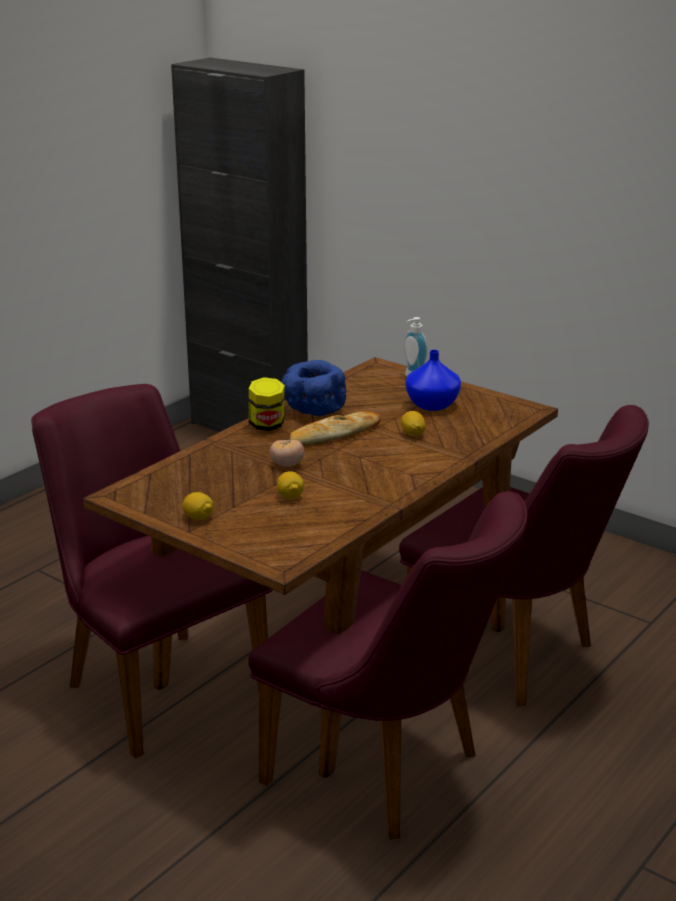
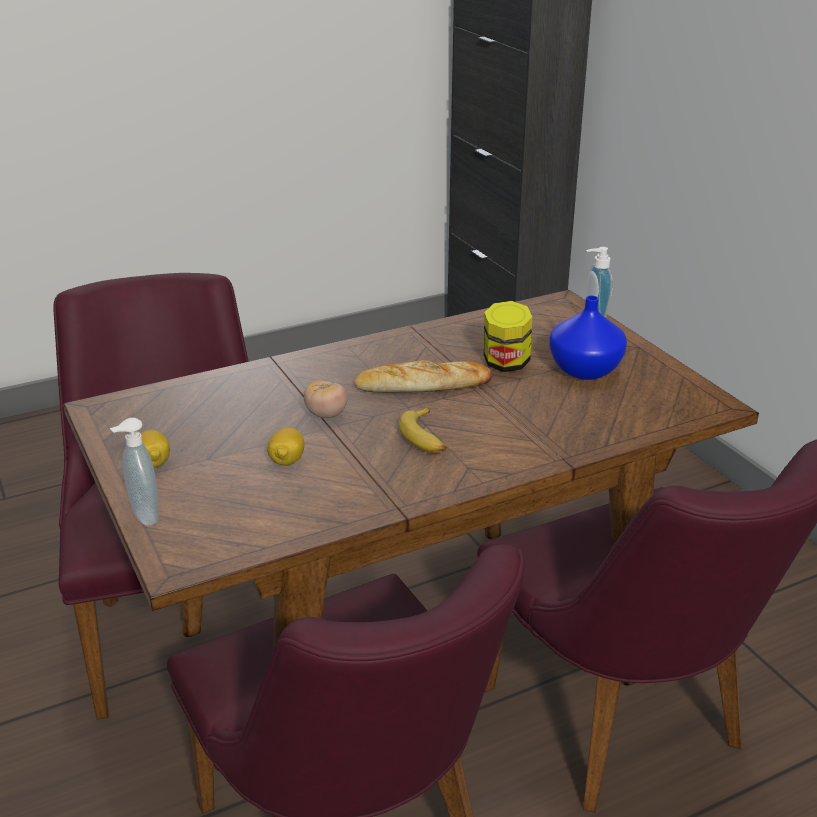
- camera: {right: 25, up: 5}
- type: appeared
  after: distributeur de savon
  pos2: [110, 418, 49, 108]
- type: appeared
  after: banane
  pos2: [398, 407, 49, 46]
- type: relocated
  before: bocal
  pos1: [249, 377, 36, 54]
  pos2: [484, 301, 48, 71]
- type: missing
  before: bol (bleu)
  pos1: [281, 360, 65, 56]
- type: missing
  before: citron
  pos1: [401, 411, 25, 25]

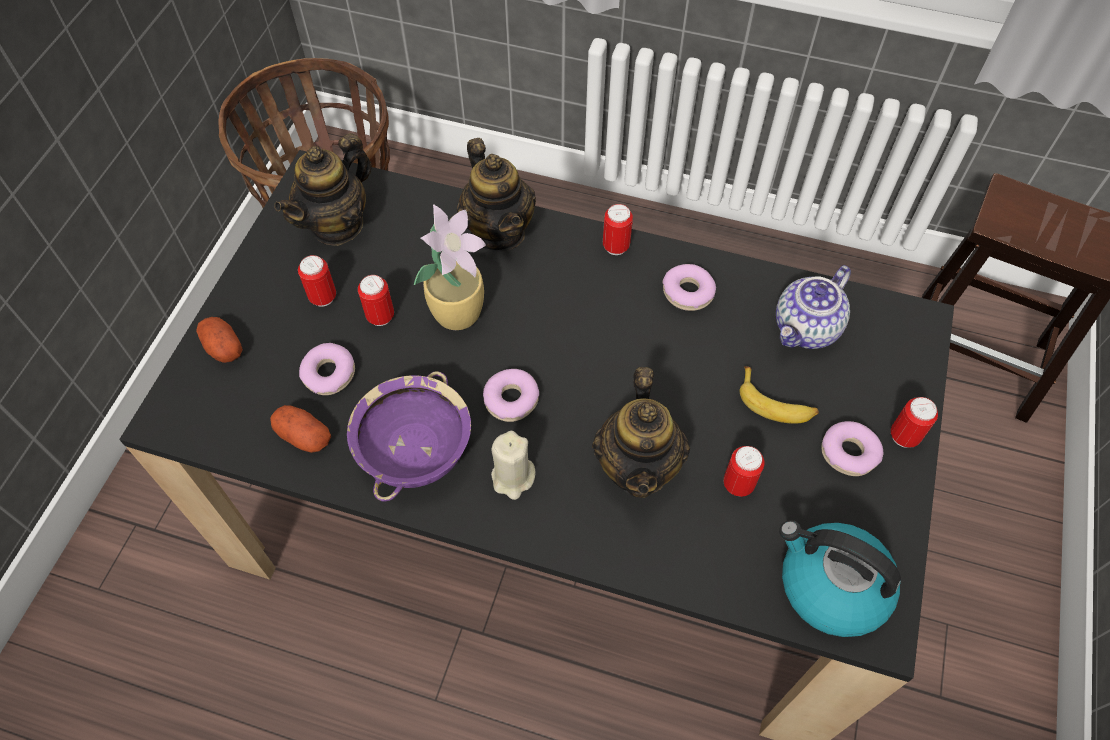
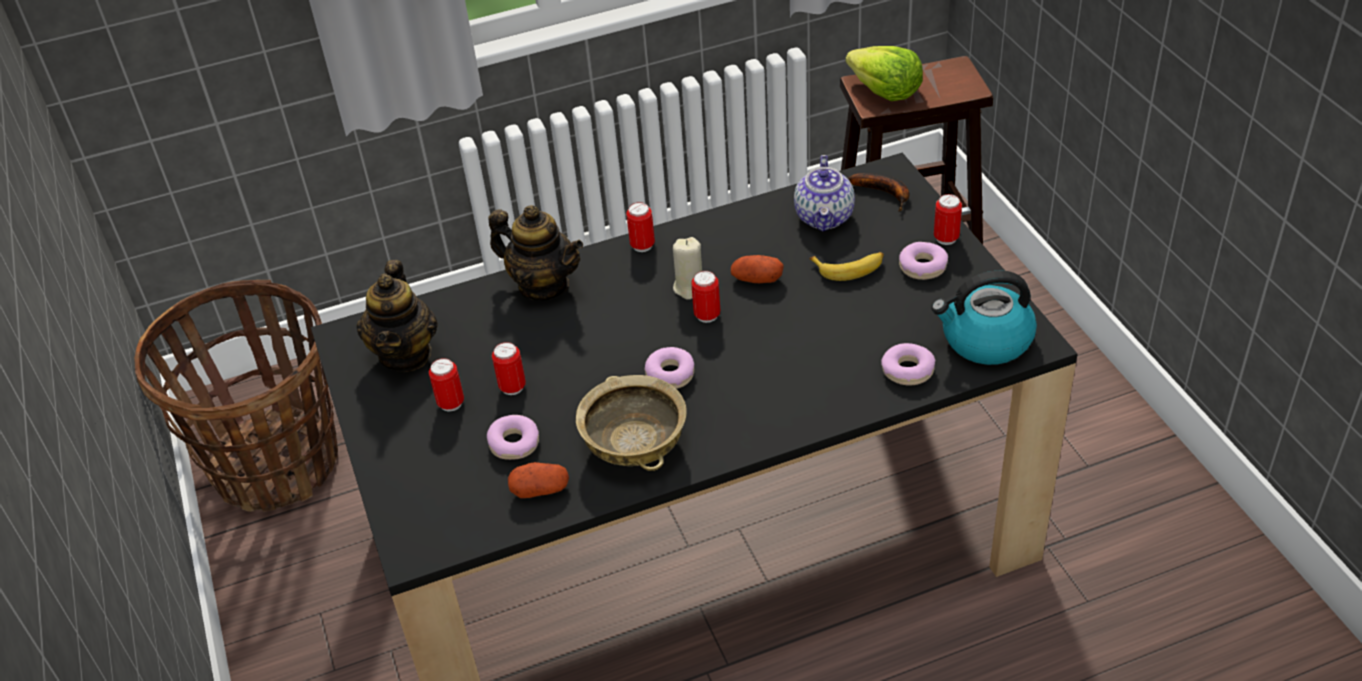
- camera: {right: -35, up: -15}
- type: colour
  before: bol (violet)
  after: bol (beige)
  pos1: [347, 371, 124, 131]
  pos2: [576, 375, 111, 96]
- type: relocated
  before: bougie (beige)
  pos1: [491, 431, 45, 69]
  pos2: [673, 237, 29, 63]
- type: relocated
  before: boîte métallique
  pos1: [723, 446, 41, 51]
  pos2: [691, 271, 29, 52]
- type: relocated
  before: pomme de terre
  pos1: [196, 317, 47, 46]
  pos2: [731, 255, 53, 28]
- type: appeared
  after: laitue
  pos2: [846, 46, 77, 55]
- type: appeared
  after: banane
  pos2: [848, 173, 61, 38]
- type: relocated
  before: beignet
  pos1: [663, 264, 53, 47]
  pos2: [881, 343, 54, 43]
- type: missing
  before: plante en pot
  pos1: [414, 204, 72, 126]
- type: missing
  before: théière
  pos1: [592, 367, 98, 131]

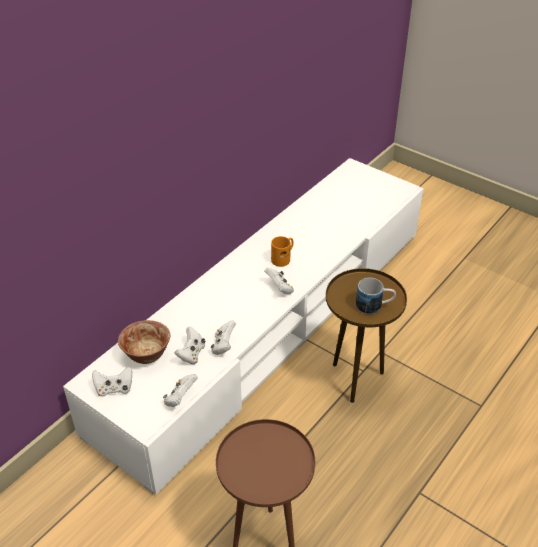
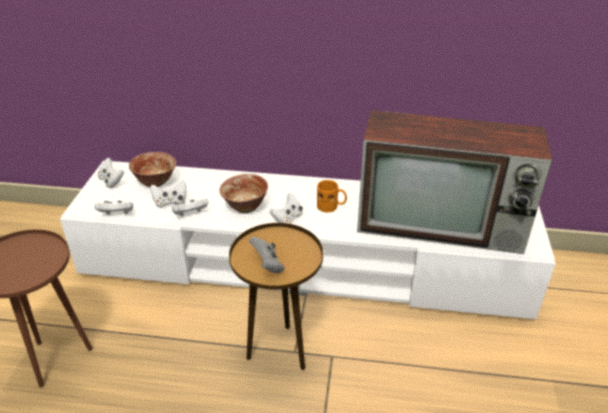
- camera: {right: 60, up: -5}
- type: appeared
  after: bol
  pos2: [219, 174, 49, 39]
- type: exchanged
  before: mug
  after: manette (gris)
  pos1: [356, 278, 40, 36]
  pos2: [249, 237, 36, 36]
- type: appeared
  after: téléviseur
  pos2: [357, 110, 195, 144]

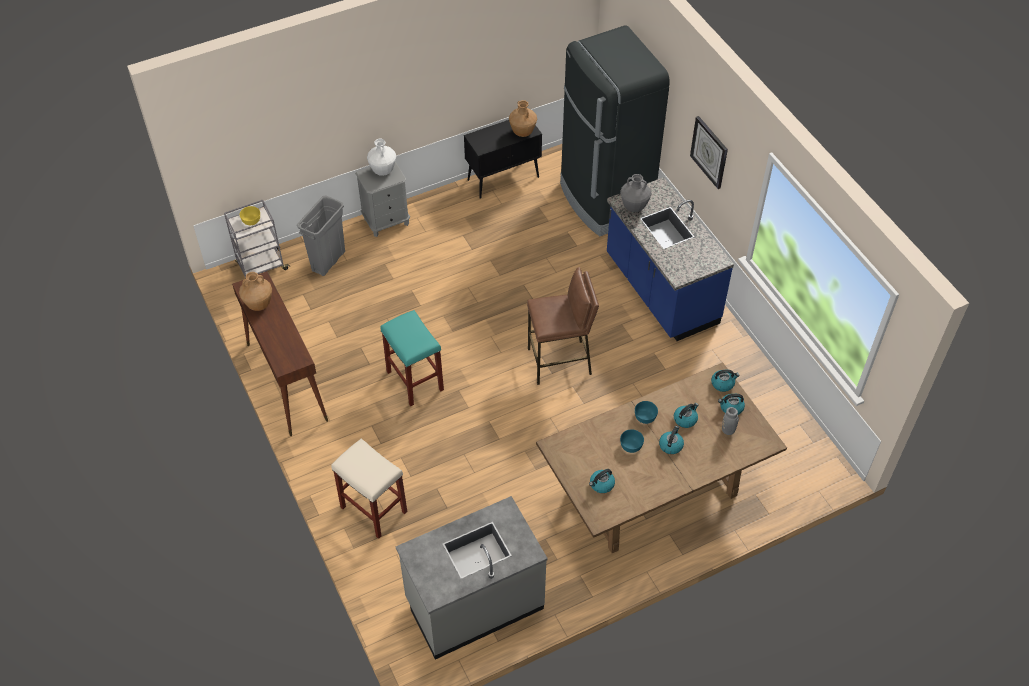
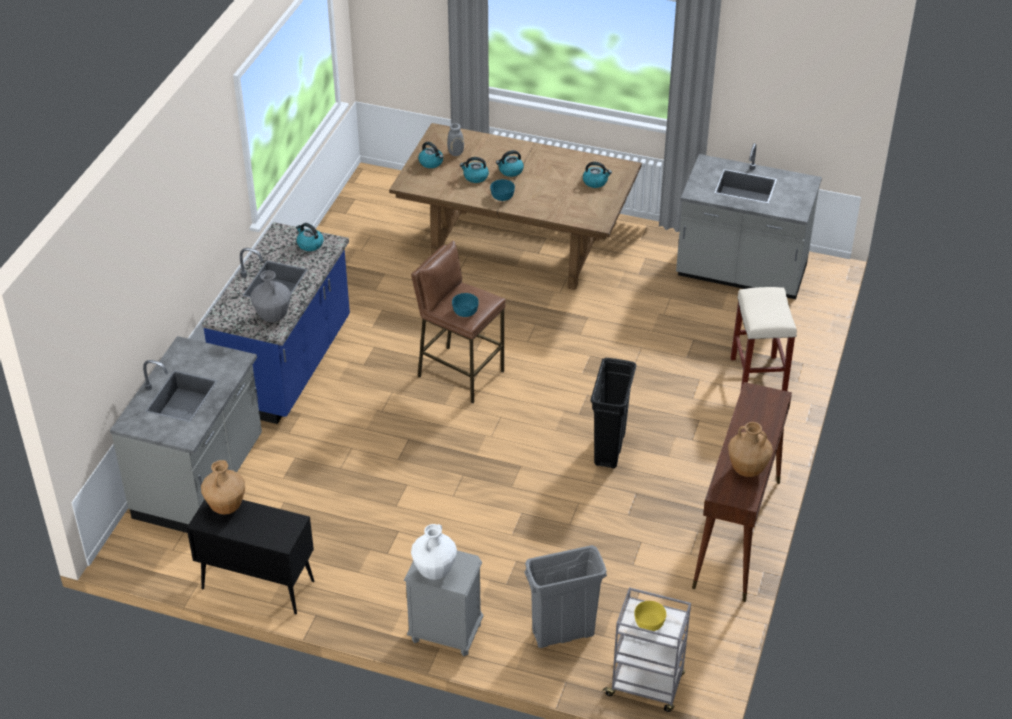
- camera: {right: -135, up: -10}
- type: exchanged
  before: réfrigérateur (noir)
  after: comptoir de cuisine (gris)
  pos1: [560, 26, 110, 210]
  pos2: [110, 336, 152, 197]
- type: relocated
  before: bouilloire
  pos1: [711, 369, 29, 23]
  pos2: [296, 223, 28, 28]
- type: relocated
  before: bol (turquoise)
  pos1: [620, 429, 24, 24]
  pos2: [452, 293, 27, 24]
- type: exchanged
  before: tabouret (turquoise)
  after: poubelle (noir)
  pos1: [380, 310, 64, 96]
  pos2: [591, 358, 46, 111]
- type: missing
  before: horloge murale
  pos1: [690, 116, 38, 73]

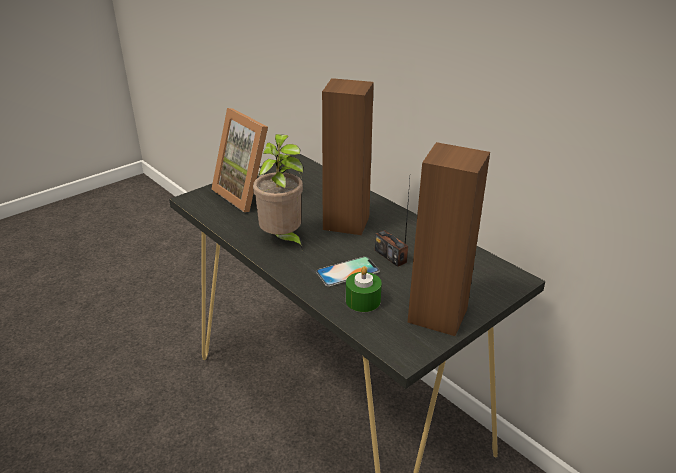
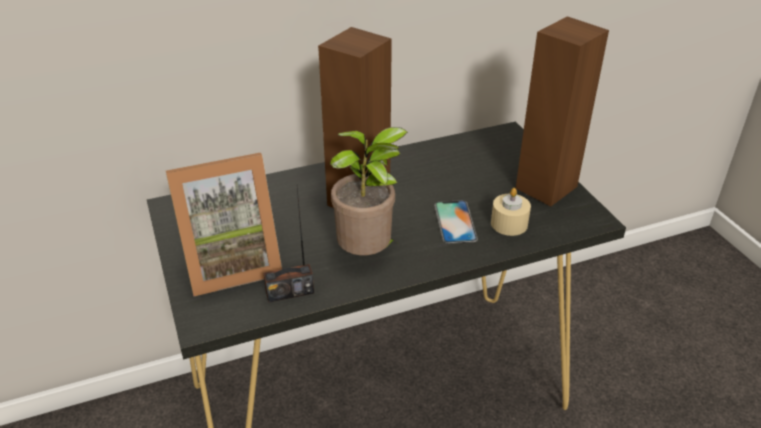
- camera: {right: -70, up: 5}
- type: relocated
  before: radio
  pos1: [375, 180, 35, 87]
  pos2: [264, 188, 50, 114]
- type: colour
  before: bougie (vert)
  after: bougie (beige)
  pos1: [346, 266, 36, 46]
  pos2: [491, 188, 40, 48]

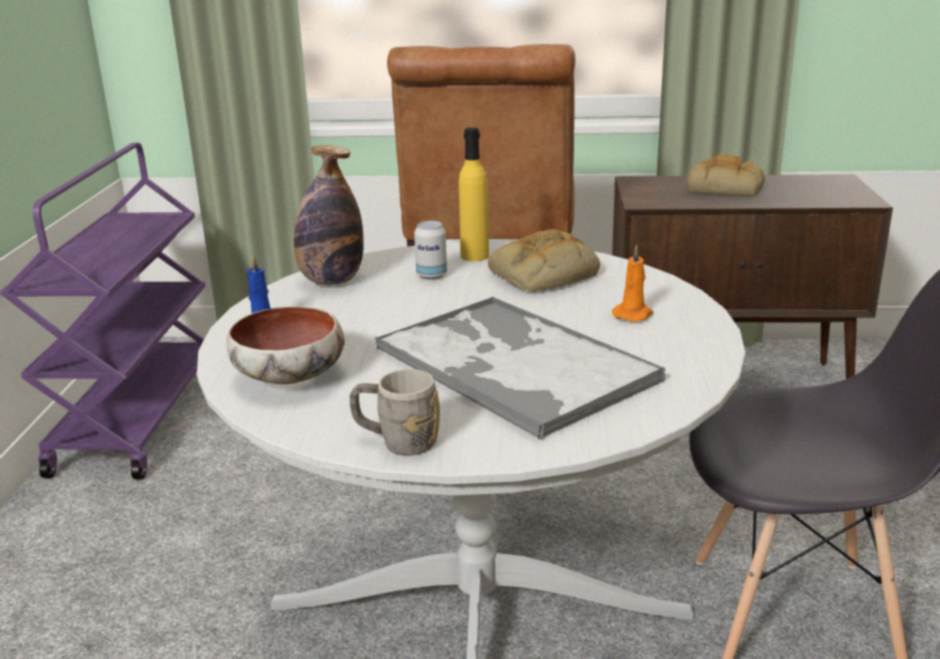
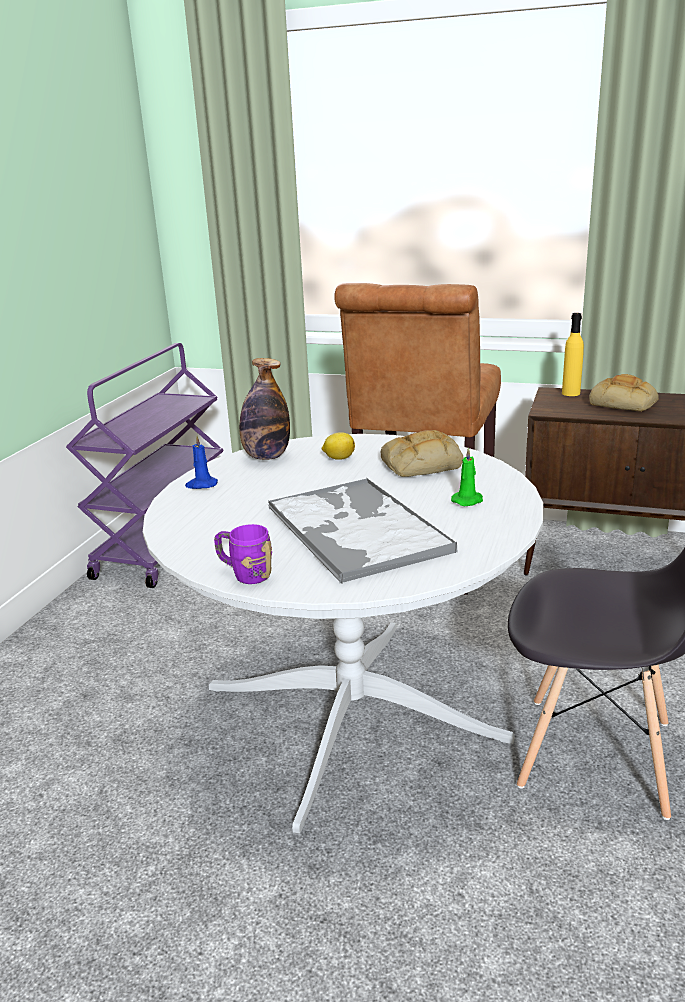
- camera: {right: 15, up: 0}
- type: colour
  before: mug (gris)
  after: mug (violet)
  pos1: [350, 369, 90, 86]
  pos2: [214, 524, 58, 60]
- type: exchanged
  before: boîte métallique
  after: citron
  pos1: [414, 221, 33, 59]
  pos2: [322, 432, 33, 28]
- type: colour
  before: bougie (orange)
  after: bougie (vert)
  pos1: [612, 244, 41, 78]
  pos2: [451, 447, 32, 59]
- type: relocated
  before: bouteille (jaune)
  pos1: [459, 127, 30, 134]
  pos2: [562, 313, 22, 83]
- type: missing
  before: bol
  pos1: [226, 306, 119, 78]

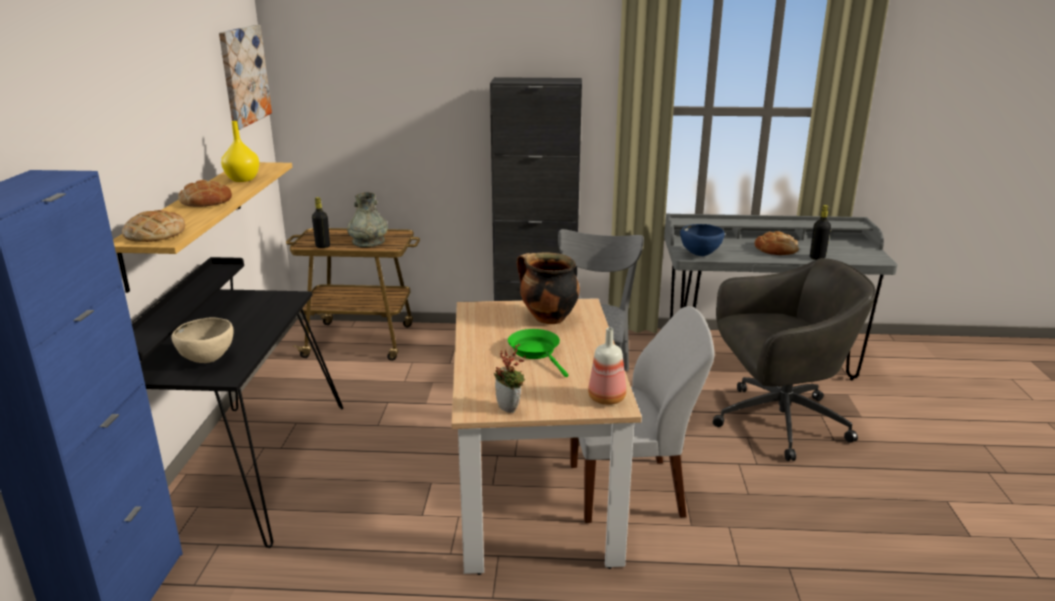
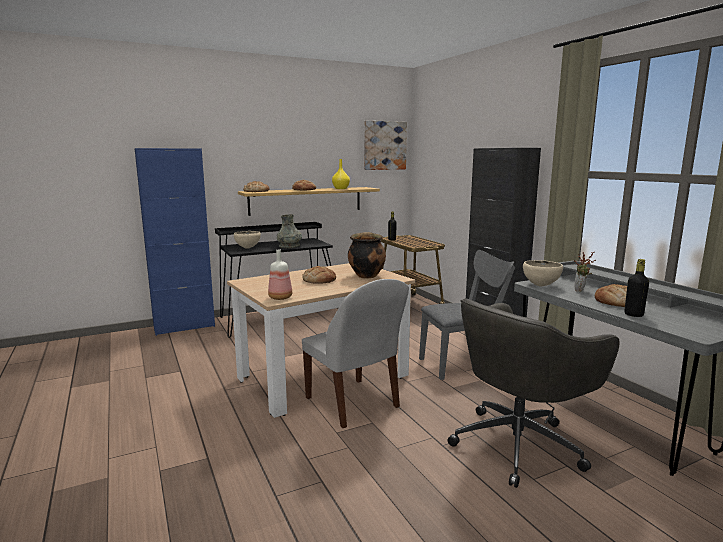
- camera: {right: 60, up: -10}
- type: relocated
  before: vase (gris)
  pos1: [347, 192, 41, 55]
  pos2: [277, 214, 25, 34]
- type: exchanged
  before: poêle (vert)
  after: pain
  pos1: [508, 329, 60, 48]
  pos2: [302, 266, 34, 18]
- type: spun
  before: chaise de bureau (gris)
  pos1: [713, 258, 163, 203]
  pos2: [448, 298, 171, 190]
  turn: 90
- type: colour
  before: bol (bleu)
  after: bol (beige)
  pos1: [680, 224, 44, 32]
  pos2: [523, 260, 40, 27]
- type: relocated
  before: plante en pot
  pos1: [494, 344, 32, 69]
  pos2: [573, 252, 23, 40]

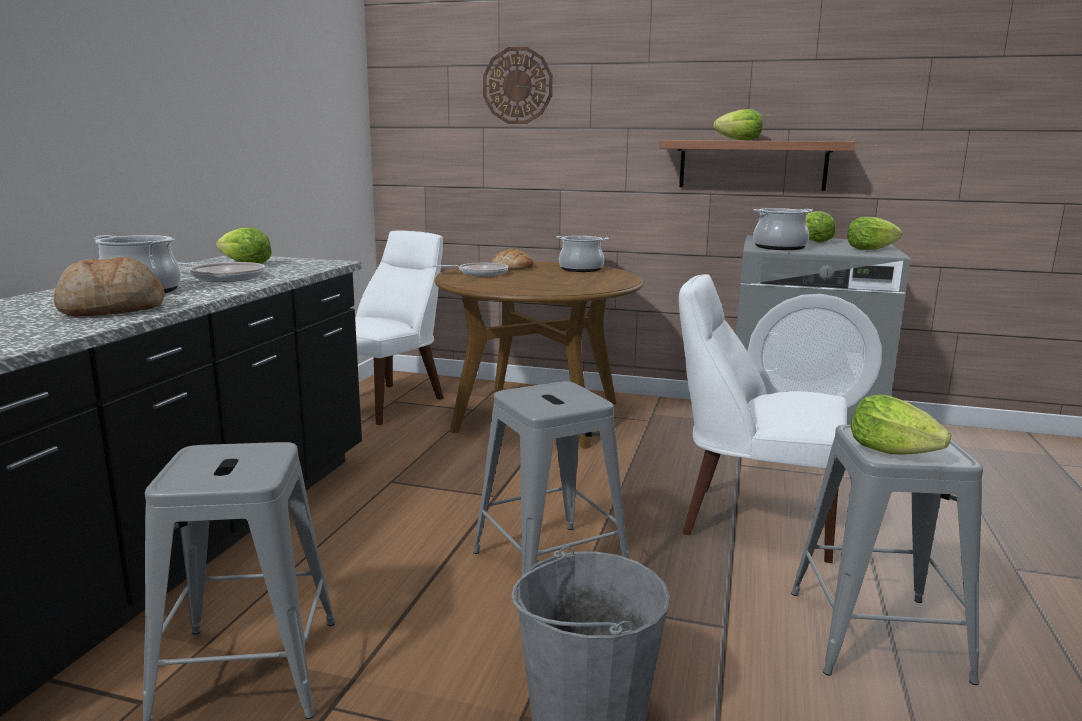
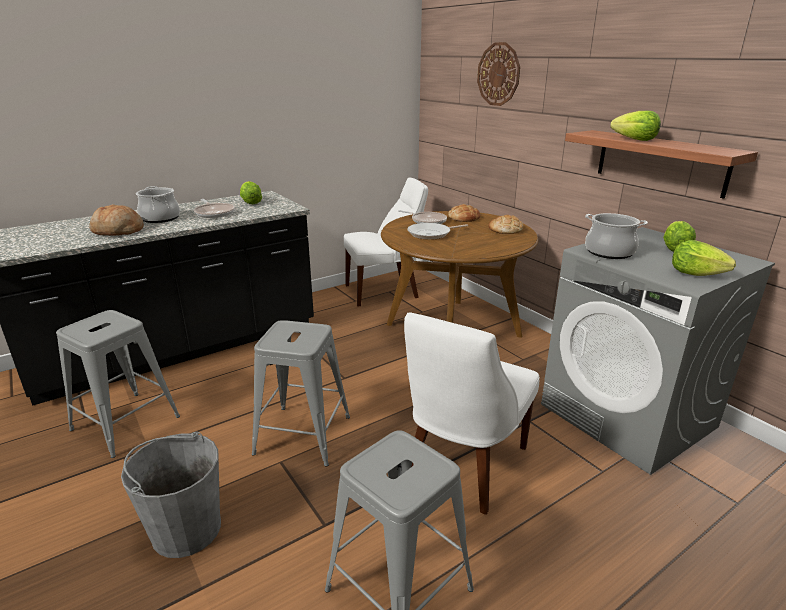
- camera: {right: 40, up: 10}
- type: spun
  before: chaise (blanc)
  pos1: [679, 274, 168, 289]
  pos2: [404, 313, 136, 202]
  turn: -120
- type: appeared
  after: poêle
  pos2: [407, 223, 61, 17]
- type: exchanged
  before: marmite
  after: pain
  pos1: [556, 236, 52, 36]
  pos2: [488, 215, 35, 19]
- type: missing
  before: laitue
  pos1: [851, 394, 100, 61]

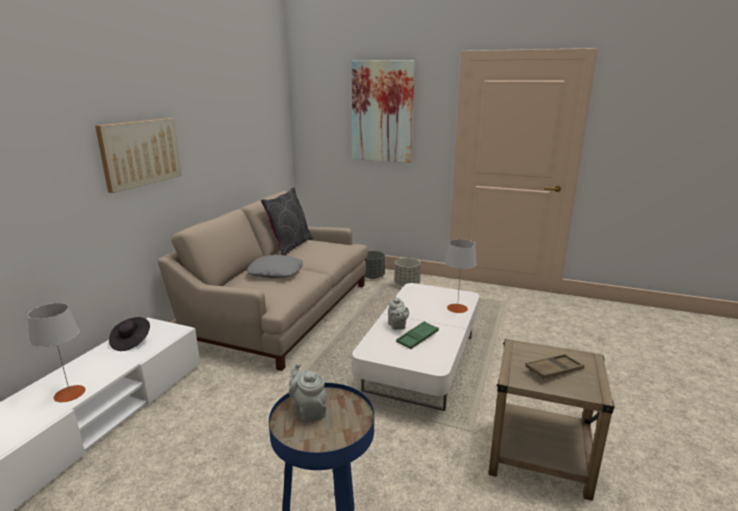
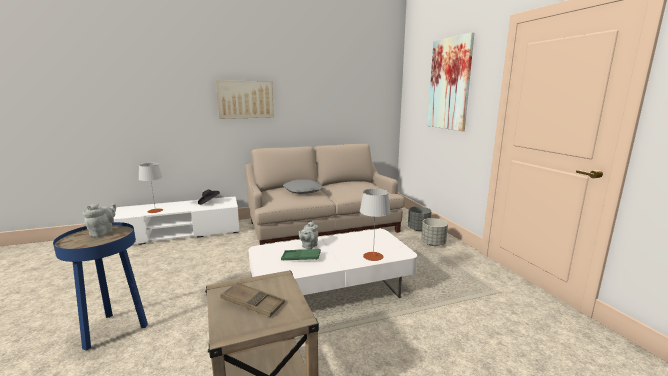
- camera: {right: 50, up: -5}
- type: missing
  before: coussin (gris)
  pos1: [261, 187, 52, 68]

